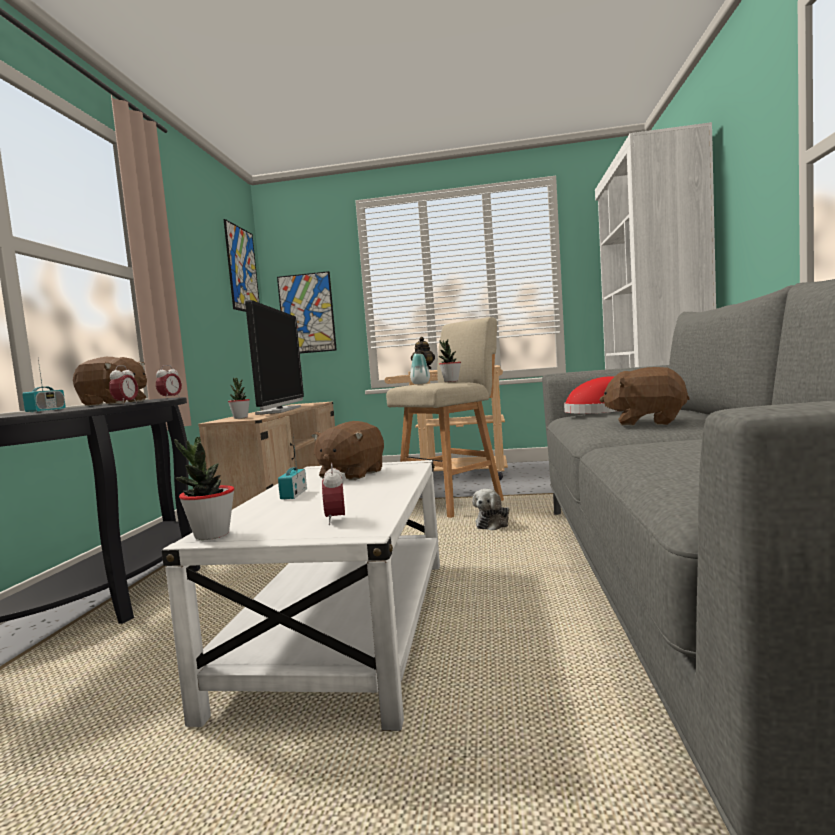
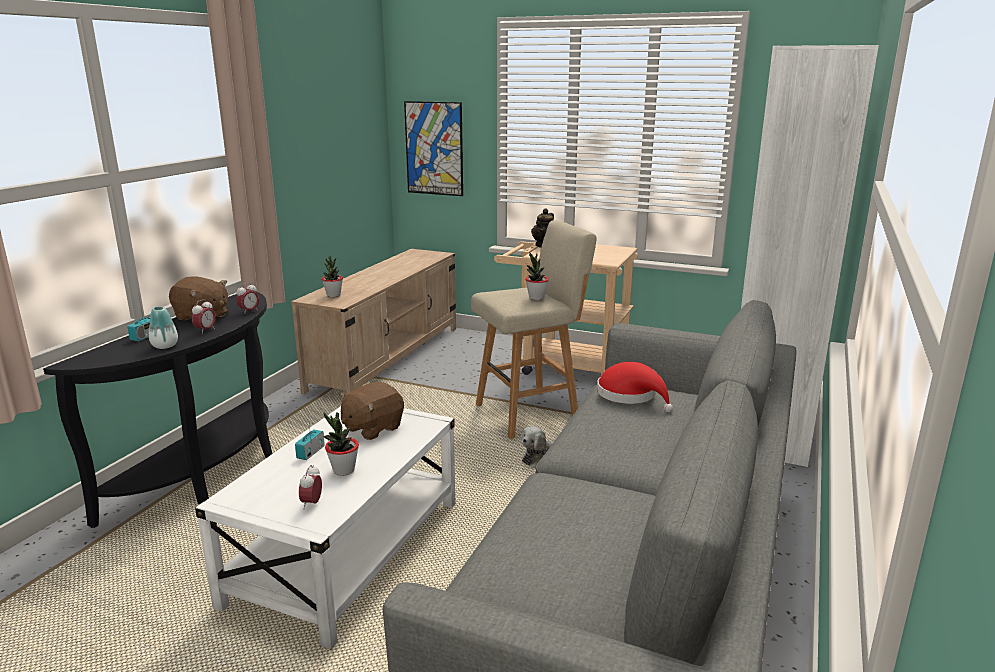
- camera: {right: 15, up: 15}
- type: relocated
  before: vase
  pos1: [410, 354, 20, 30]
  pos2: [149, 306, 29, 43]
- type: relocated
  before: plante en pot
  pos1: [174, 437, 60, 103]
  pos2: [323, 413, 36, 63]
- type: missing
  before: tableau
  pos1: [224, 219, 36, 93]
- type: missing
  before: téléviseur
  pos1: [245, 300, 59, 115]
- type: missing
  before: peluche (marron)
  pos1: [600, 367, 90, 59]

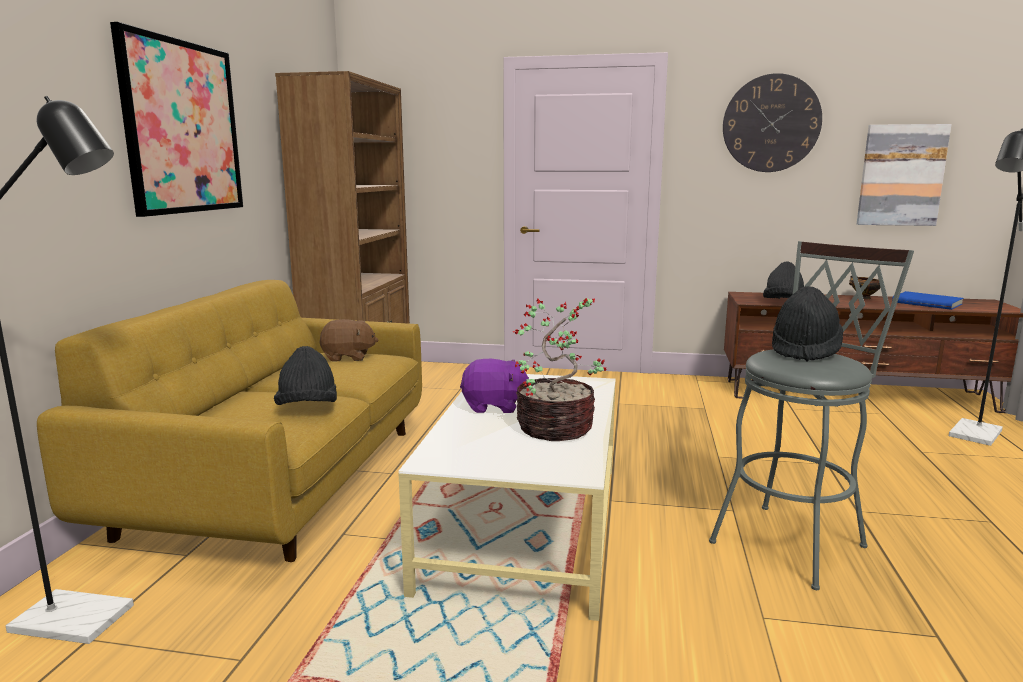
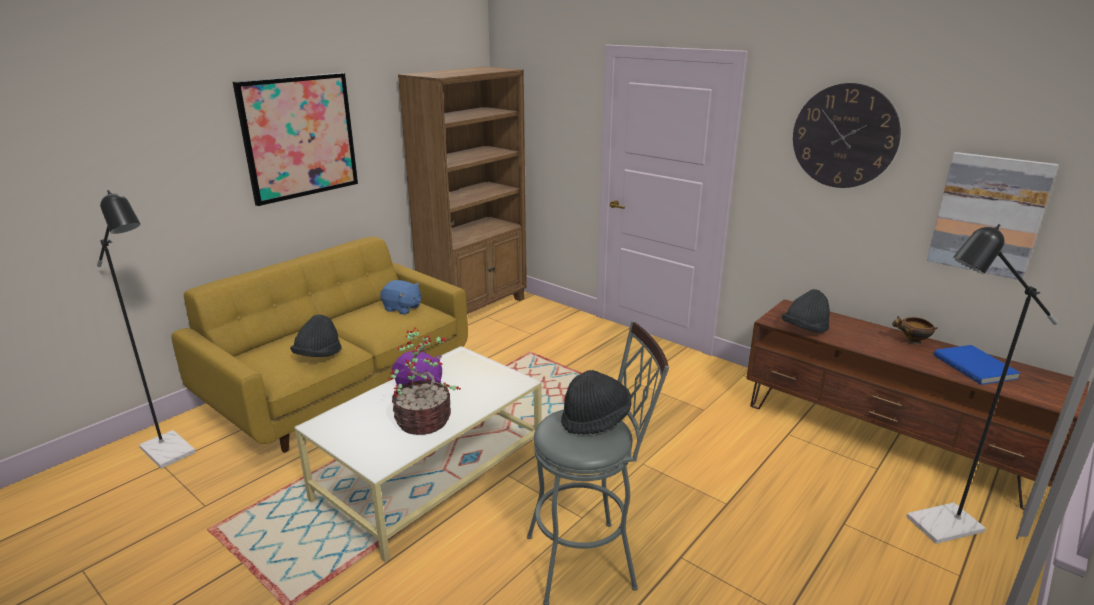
- camera: {right: 30, up: 10}
- type: colour
  before: peluche (marron)
  after: peluche (bleu)
  pos1: [319, 319, 59, 43]
  pos2: [380, 280, 41, 35]

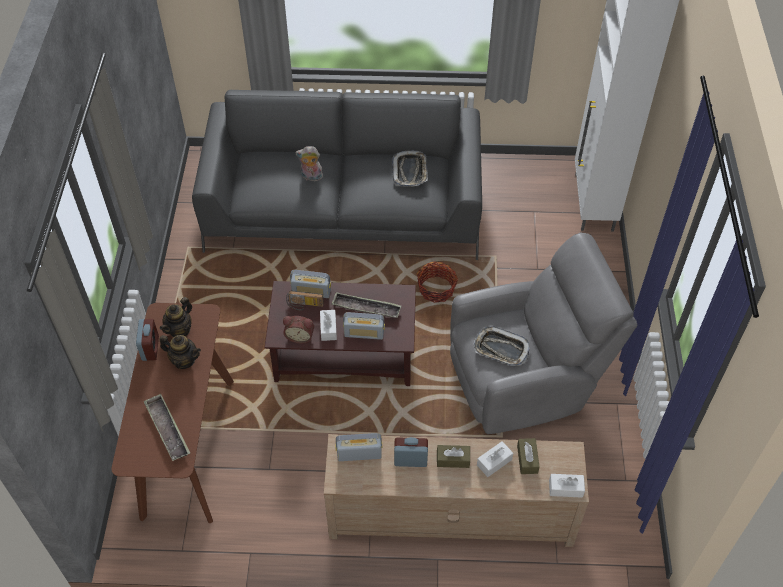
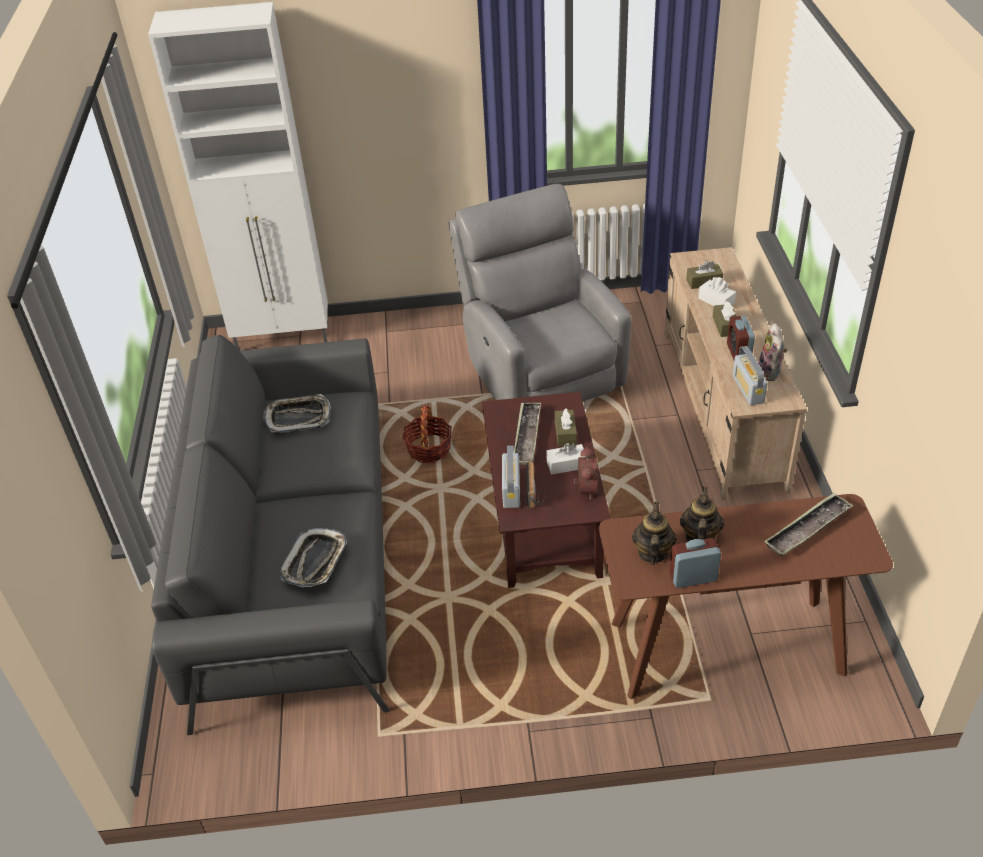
- camera: {right: -95, up: -10}
- type: relocated
  before: plateau
  pos1: [474, 326, 55, 40]
  pos2: [280, 528, 67, 59]
- type: exchanged
  before: radio
  after: boîte à mouchoirs (marron)
  pos1: [343, 312, 42, 28]
  pos2: [555, 408, 22, 38]
- type: spun
  before: théière
  pos1: [160, 297, 32, 40]
  pos2: [632, 502, 45, 63]
  turn: -105
- type: relocated
  before: peluche
  pos1: [295, 146, 28, 36]
  pos2: [758, 323, 29, 58]
- type: missing
  before: boîte à mouchoirs (blanc)
  pos1: [549, 474, 36, 24]

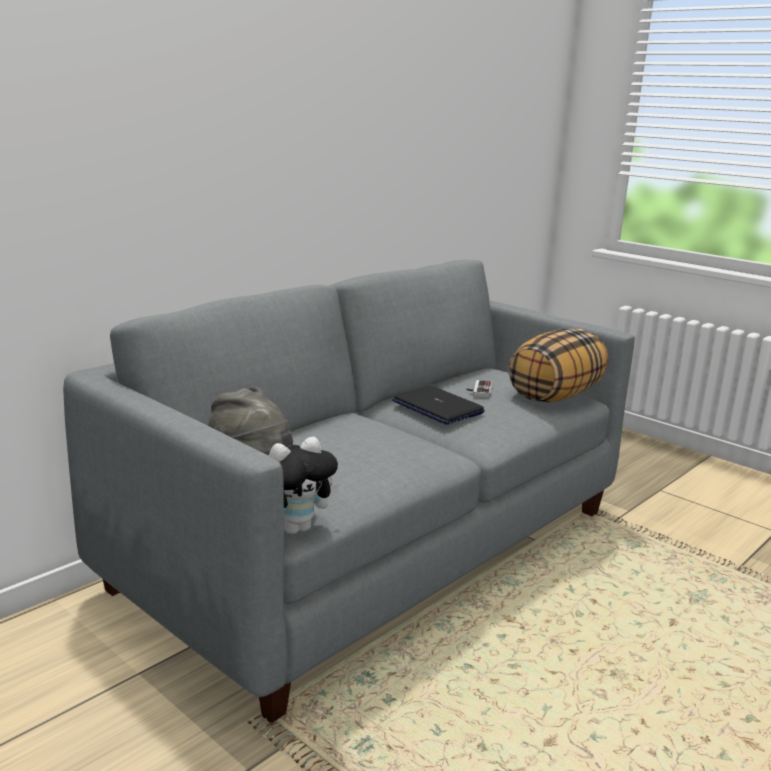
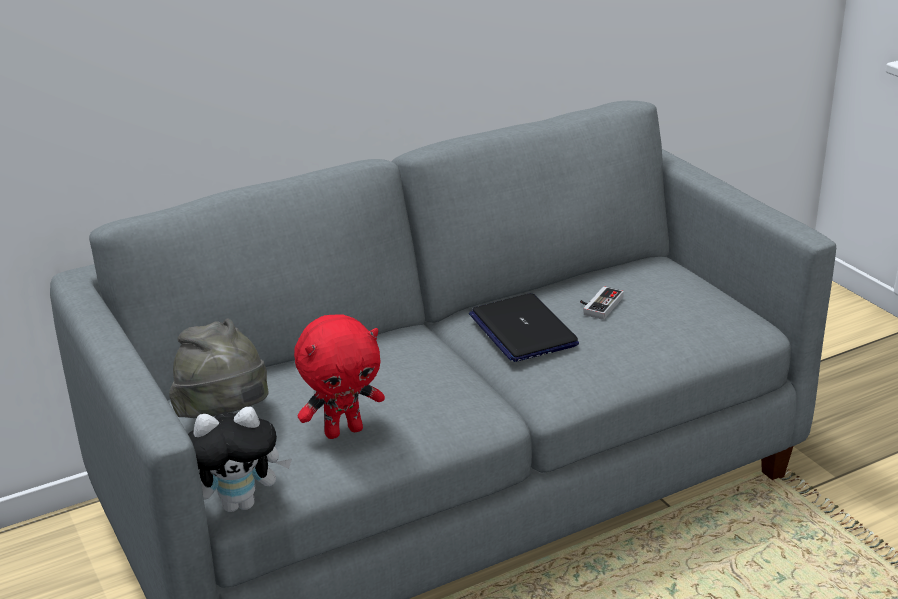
- camera: {right: 20, up: 10}
- type: appeared
  after: peluche (rouge)
  pos2: [294, 315, 91, 124]
- type: missing
  before: coussin
  pos1: [508, 328, 100, 74]

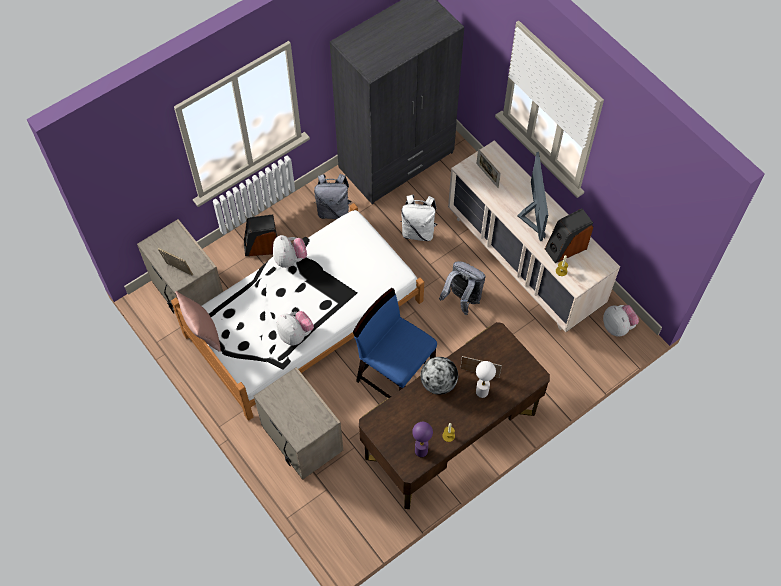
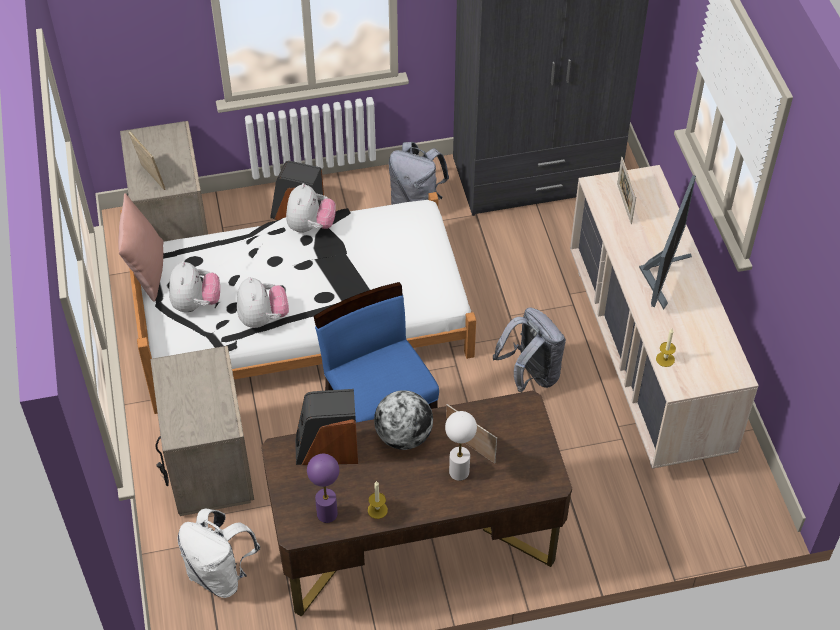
- camera: {right: 25, up: -10}
- type: relocated
  before: peluche
  pos1: [603, 305, 36, 32]
  pos2: [169, 261, 51, 51]
- type: relocated
  before: sac à dos (blanc)
  pos1: [400, 195, 38, 46]
  pos2: [178, 509, 82, 89]
- type: relocated
  before: enceinte
  pos1: [545, 208, 48, 55]
  pos2: [295, 389, 63, 76]

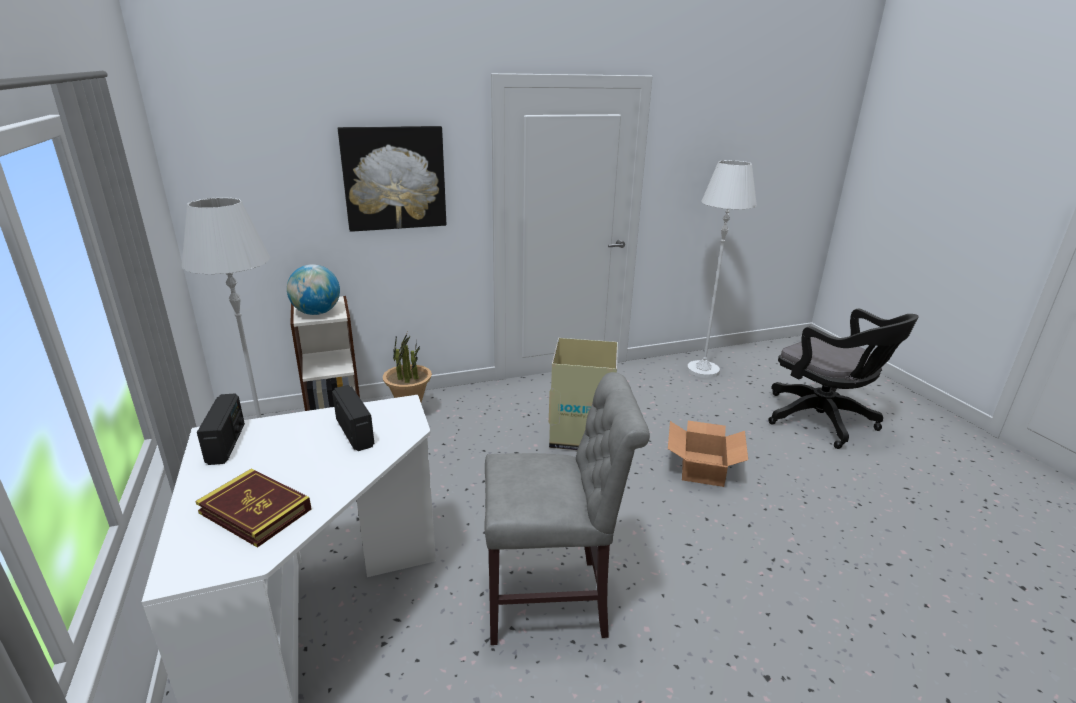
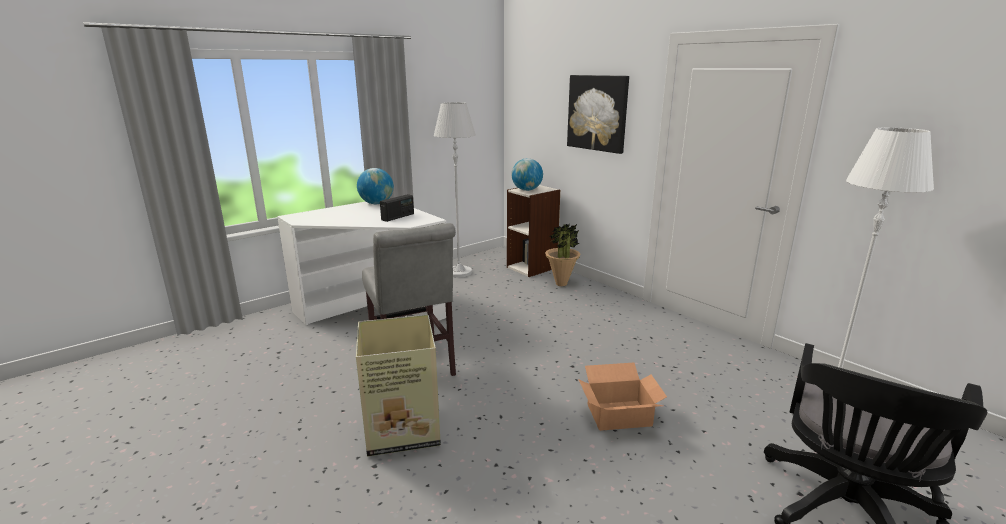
- camera: {right: 70, up: -5}
- type: relocated
  before: carton
  pos1: [549, 338, 69, 112]
  pos2: [356, 315, 85, 141]
- type: exchanged
  before: radio
  after: globe
  pos1: [197, 393, 48, 72]
  pos2: [357, 168, 37, 36]
- type: missing
  before: livre
  pos1: [195, 468, 117, 80]

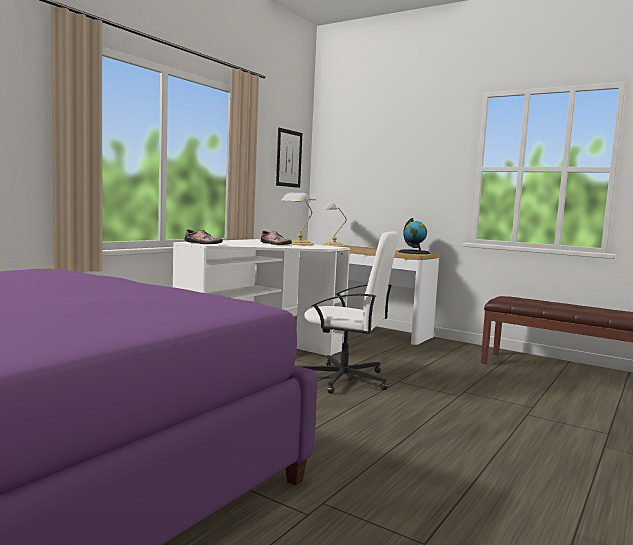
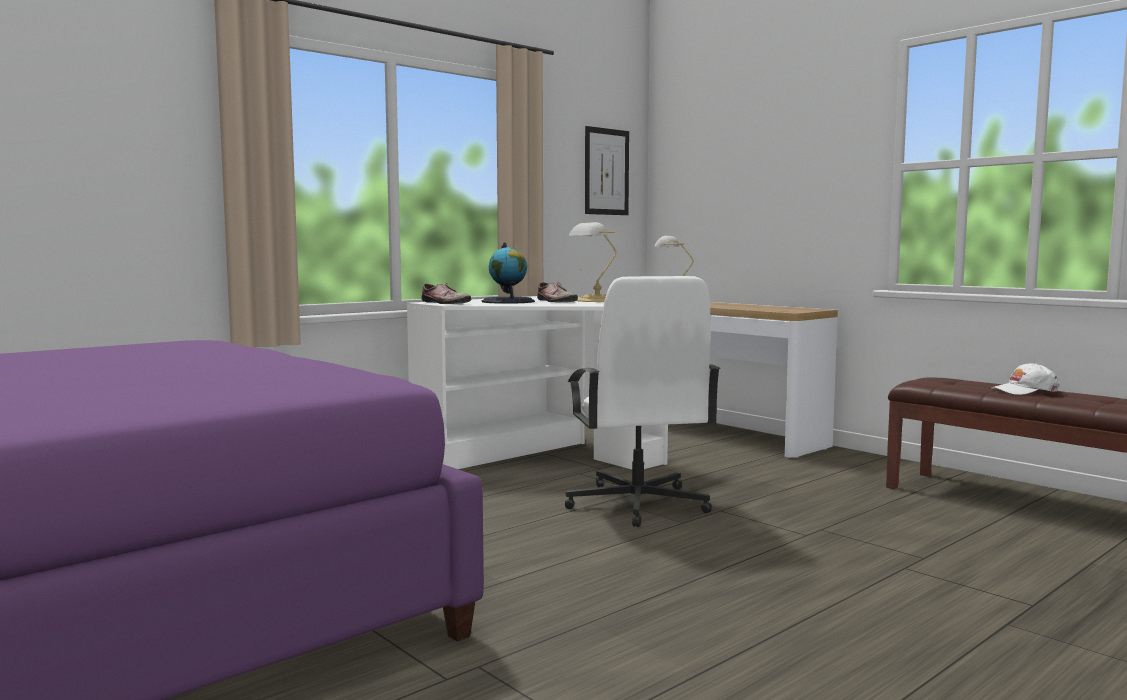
- camera: {right: 15, up: 0}
- type: relocated
  before: globe
  pos1: [398, 218, 32, 36]
  pos2: [482, 242, 53, 62]
- type: spun
  before: chaise de bureau (blanc)
  pos1: [299, 231, 100, 163]
  pos2: [565, 276, 156, 251]
  turn: 45
- type: appeared
  after: casquette (blanc)
  pos2: [991, 363, 69, 32]

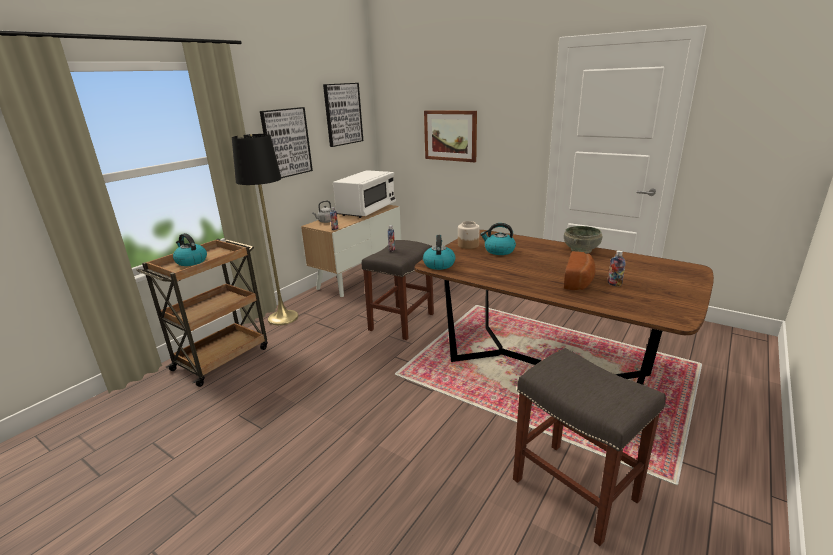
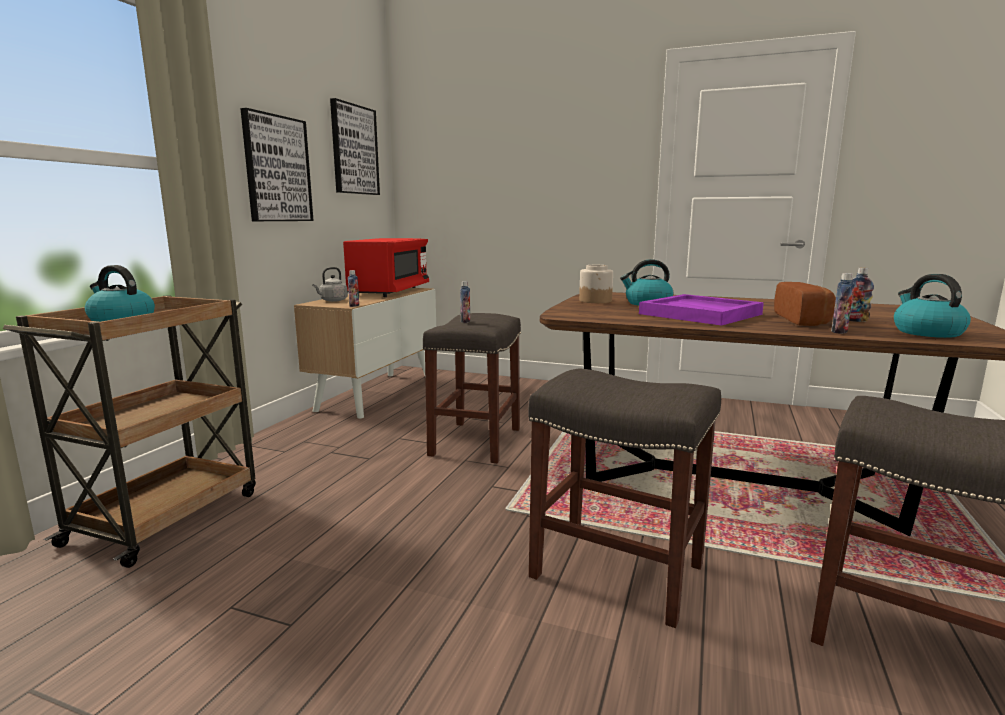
- camera: {right: -15, up: -10}
- type: colour
  before: micro-ondes (blanc)
  after: micro-ondes (rouge)
  pos1: [333, 170, 63, 48]
  pos2: [343, 238, 86, 59]
- type: appeared
  after: tabouret (gris)
  pos2: [528, 368, 193, 260]
- type: appeared
  after: plateau (violet)
  pos2: [639, 294, 125, 32]
- type: appeared
  after: bouteille
  pos2: [831, 273, 24, 61]
- type: relocated
  before: bouilloire
  pos1: [423, 235, 33, 35]
  pos2: [894, 274, 77, 64]
- type: missing
  before: lampadaire (noir)
  pos1: [232, 134, 66, 191]
- type: missing
  before: tableau
  pos1: [424, 110, 53, 52]
- type: missing
  before: bol (gris)
  pos1: [564, 226, 38, 28]

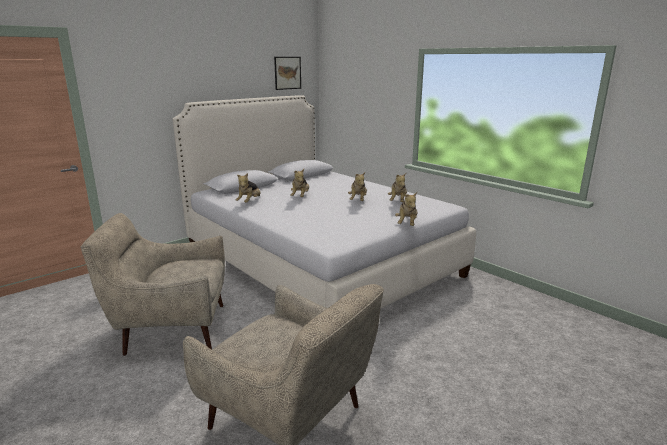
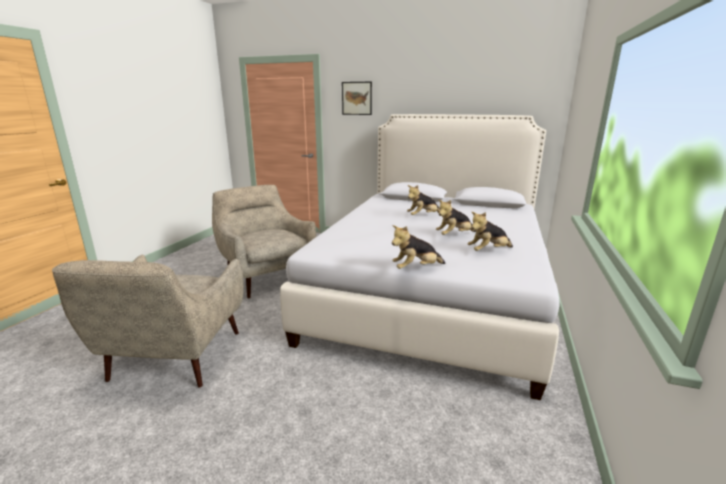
- camera: {right: 60, up: 0}
- type: relocated
  before: tableau
  pos1: [274, 57, 27, 33]
  pos2: [342, 82, 30, 33]
- type: missing
  before: peluche
  pos1: [236, 173, 24, 30]

